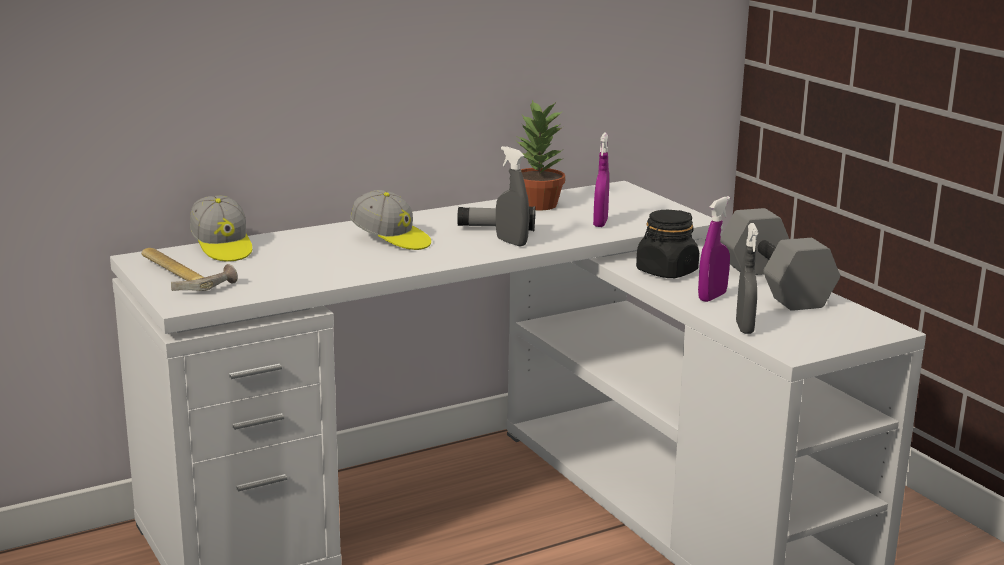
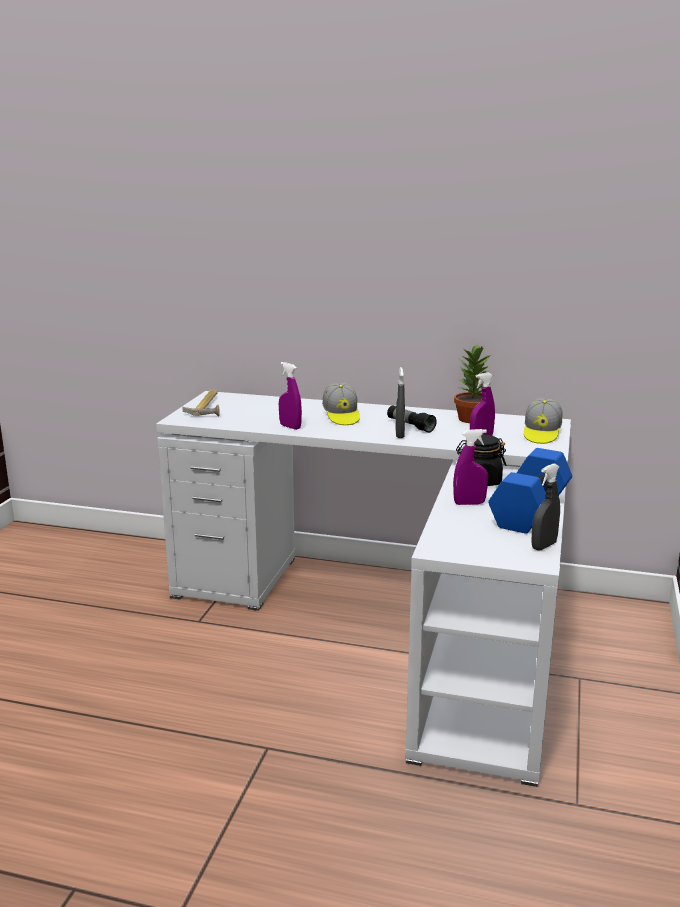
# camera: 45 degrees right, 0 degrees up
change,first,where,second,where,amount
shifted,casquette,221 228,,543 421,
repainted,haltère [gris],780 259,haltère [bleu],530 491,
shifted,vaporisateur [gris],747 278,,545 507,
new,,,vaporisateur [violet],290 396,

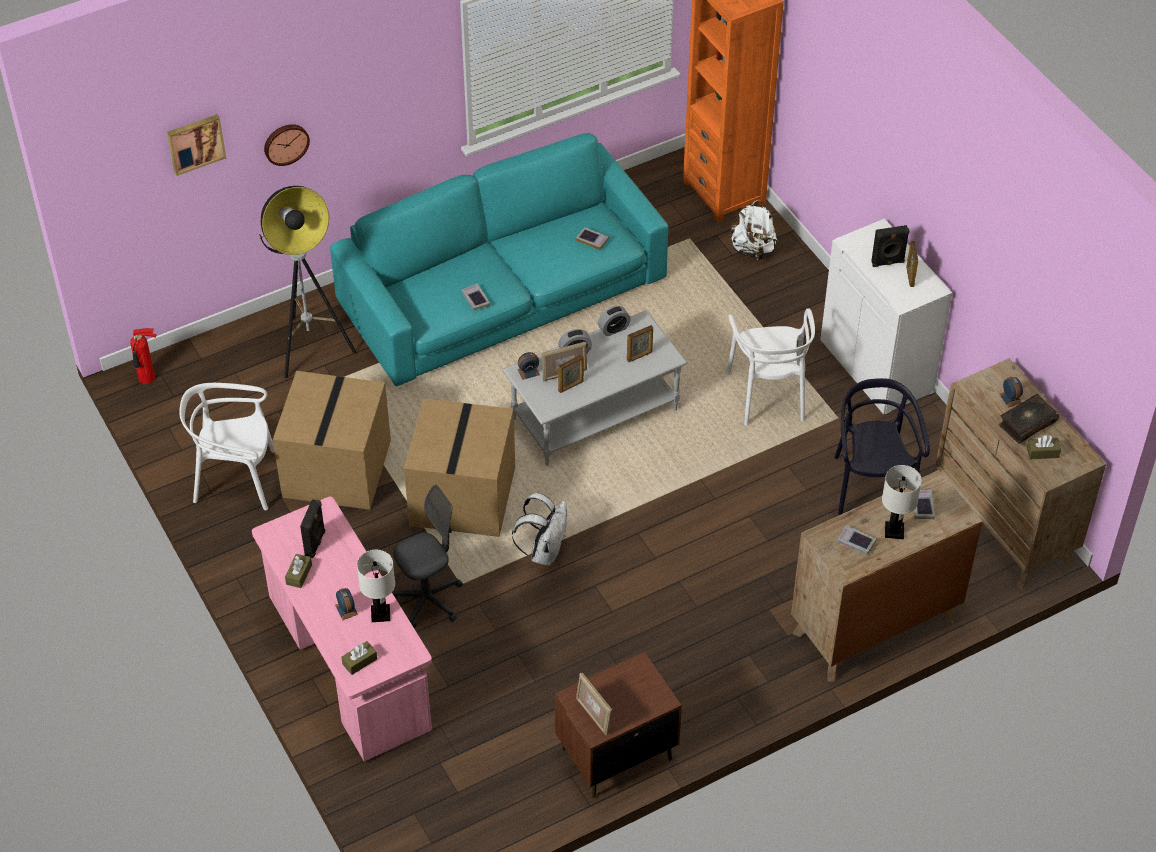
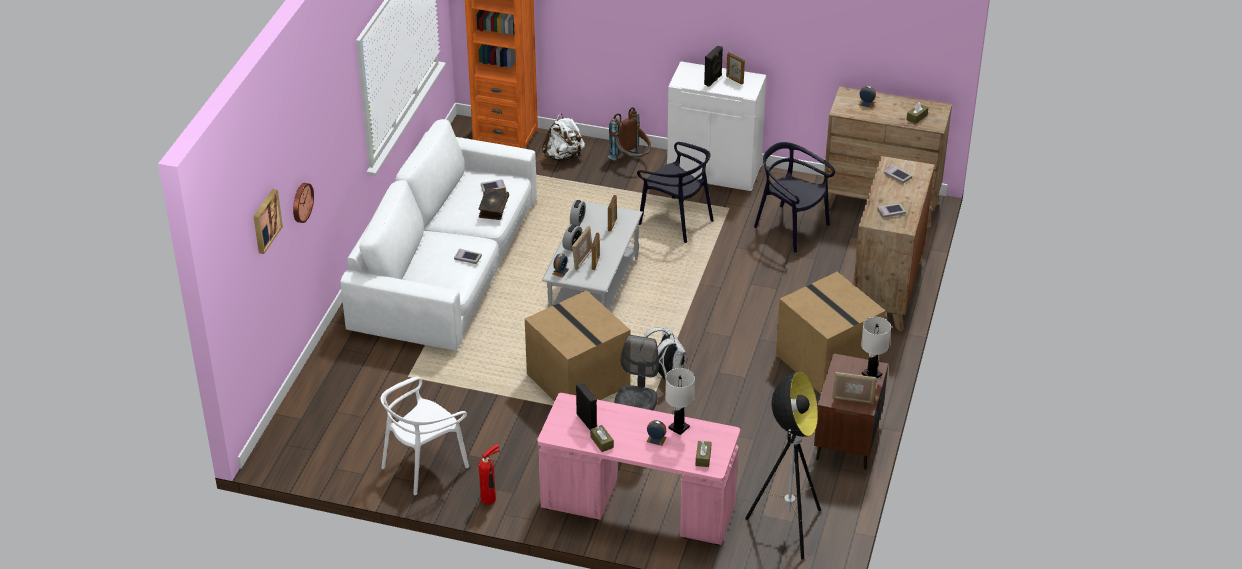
# camera: 45 degrees left, 10 degrees down
change,first,where,second,where,amount
repainted,canapé [turquoise],499 259,canapé [blanc],438 235,
shifted,lampadaire,307 282,,783 465,
repainted,chaise [blanc],770 367,chaise [noir],675 192,
shifted,extincteur,143 356,,489 474,
shifted,carton,332 440,,831 332,
shifted,livre,1028 419,,493 204,
shifted,lampe de table [blanc],902 502,,876 347,
new,,,sac à dos [marron],629 134,

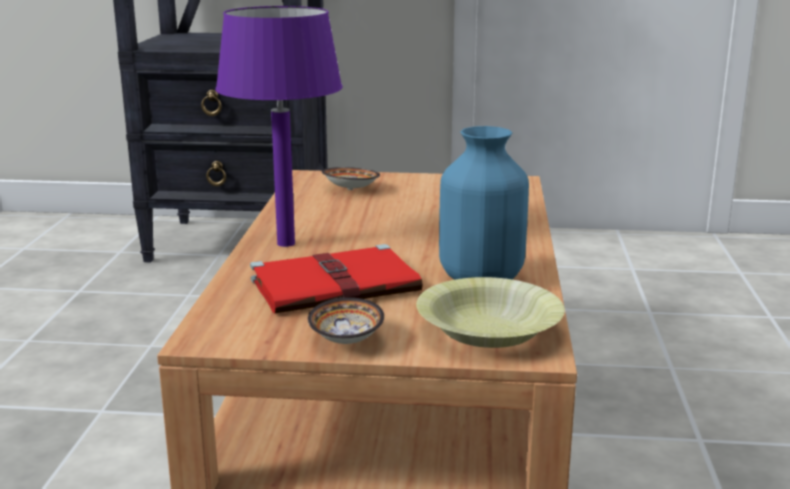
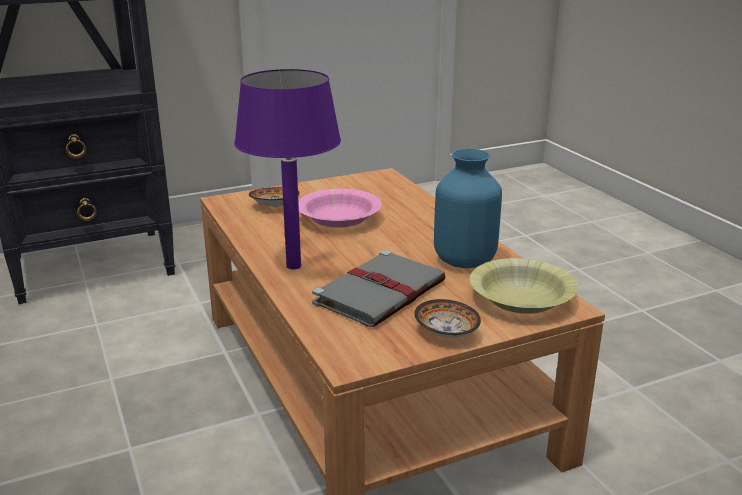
# camera: 30 degrees left, 5 degrees up
change,first,where,second,where,amount
repainted,livre [rouge],336 278,livre [gris],379 288,
new,,,bol [rose],340 208,

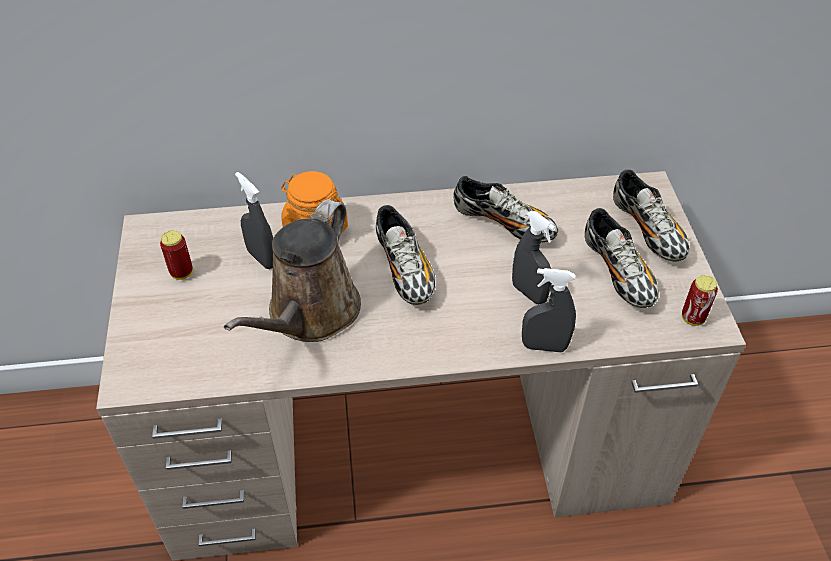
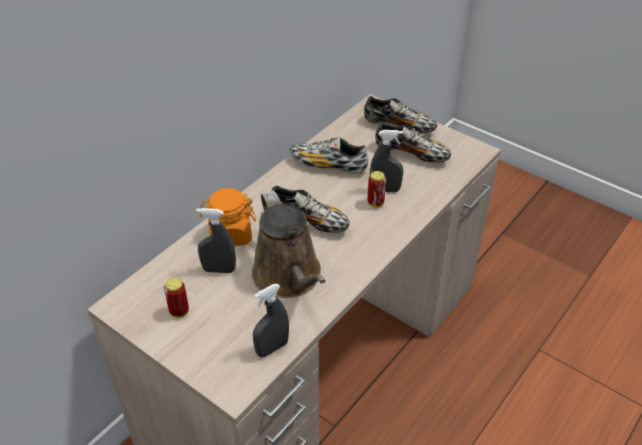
# camera: 45 degrees left, 5 degrees down
change,first,where,second,where,amount
rotated,chaussure,505 209,,329 155,150 degrees counterclockwise
shifted,vaporisateur [gris],549 310,,271 320,
shifted,boîte métallique,700 300,,377 189,

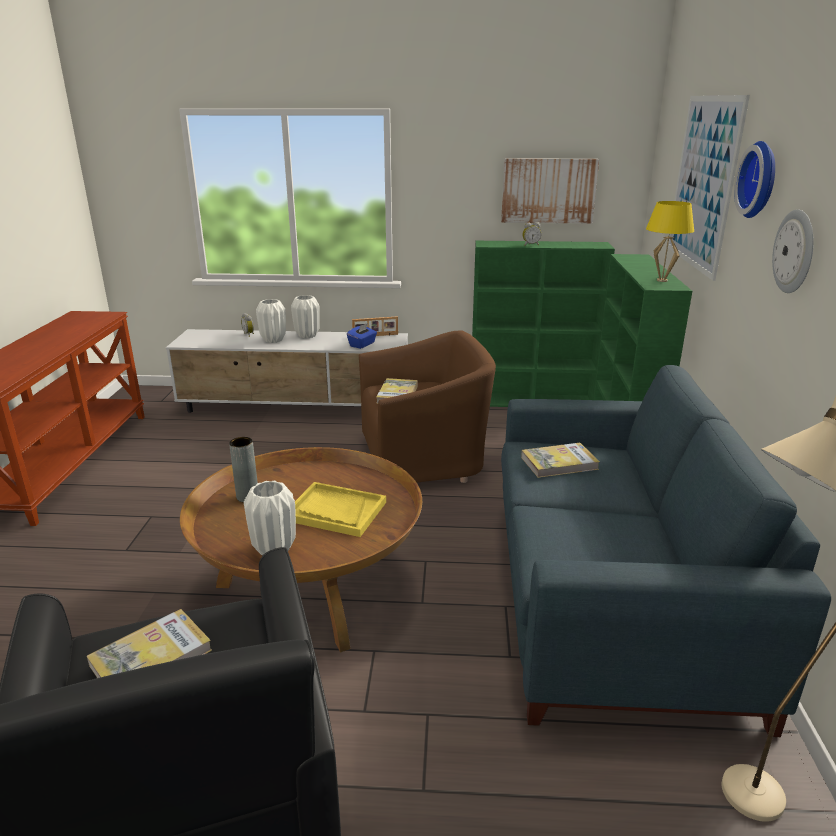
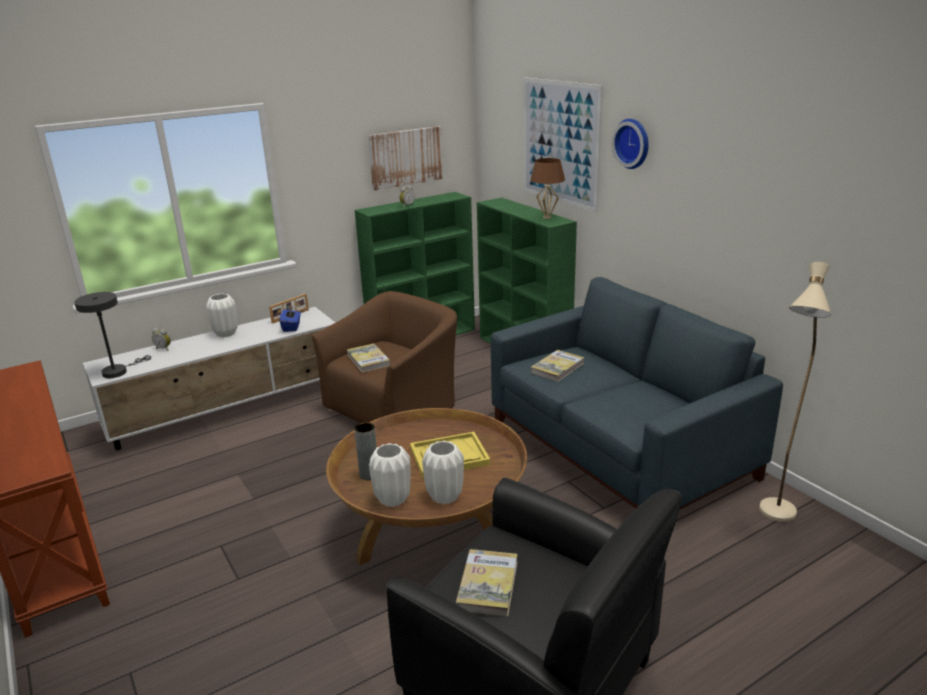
# camera: 35 degrees left, 0 degrees up
change,first,where,second,where,amount
repainted,lampe de table [jaune],670 241,lampe de table [marron],547 188,
gone,horloge murale,793 251,,,
shifted,vase [blanc],271 321,,389 475,
new,,,lampe de table [gris],112 335,

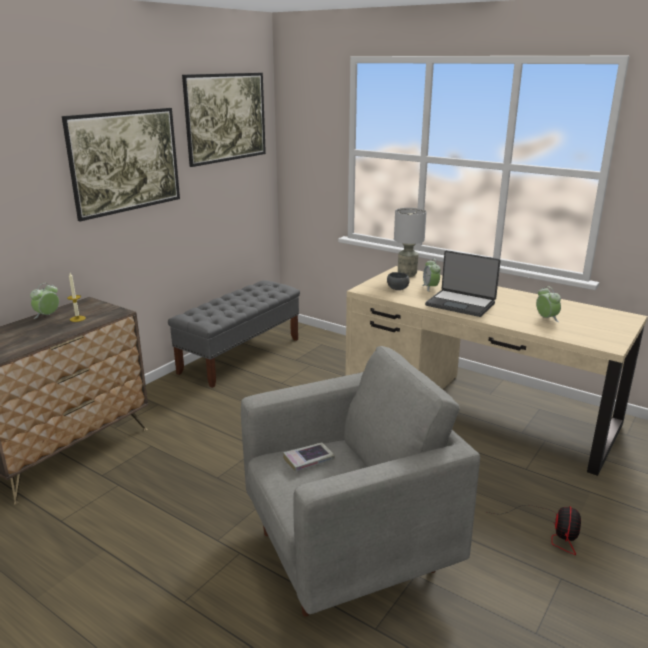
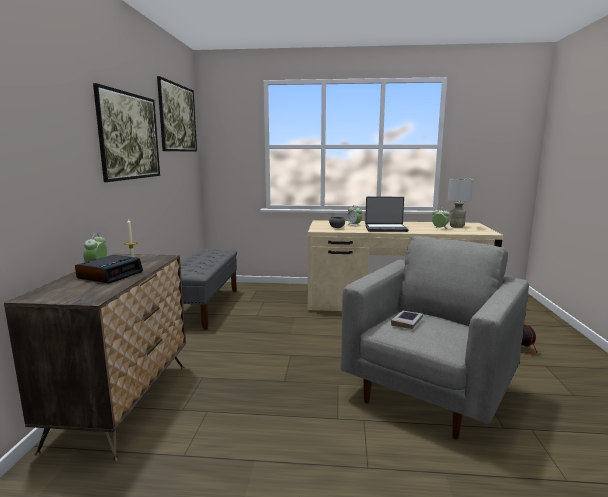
# camera: 30 degrees left, 10 degrees down
change,first,where,second,where,amount
shifted,lampe de table [gris],410 242,,460 203,
new,,,réveil,109 269,

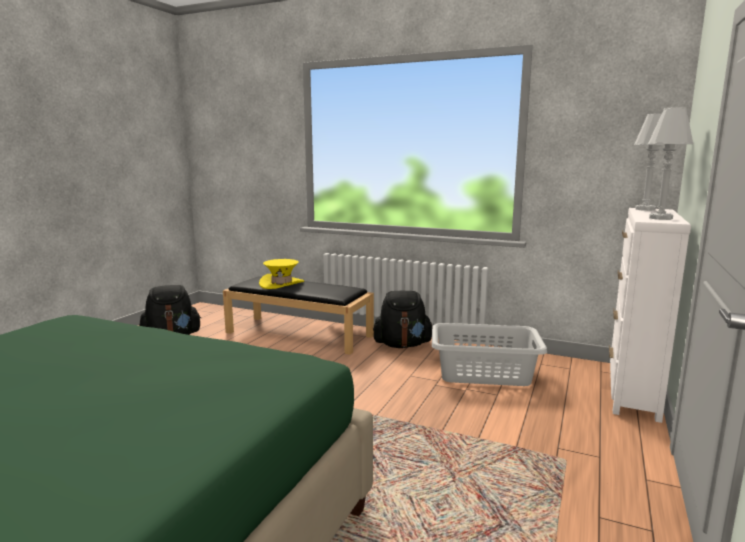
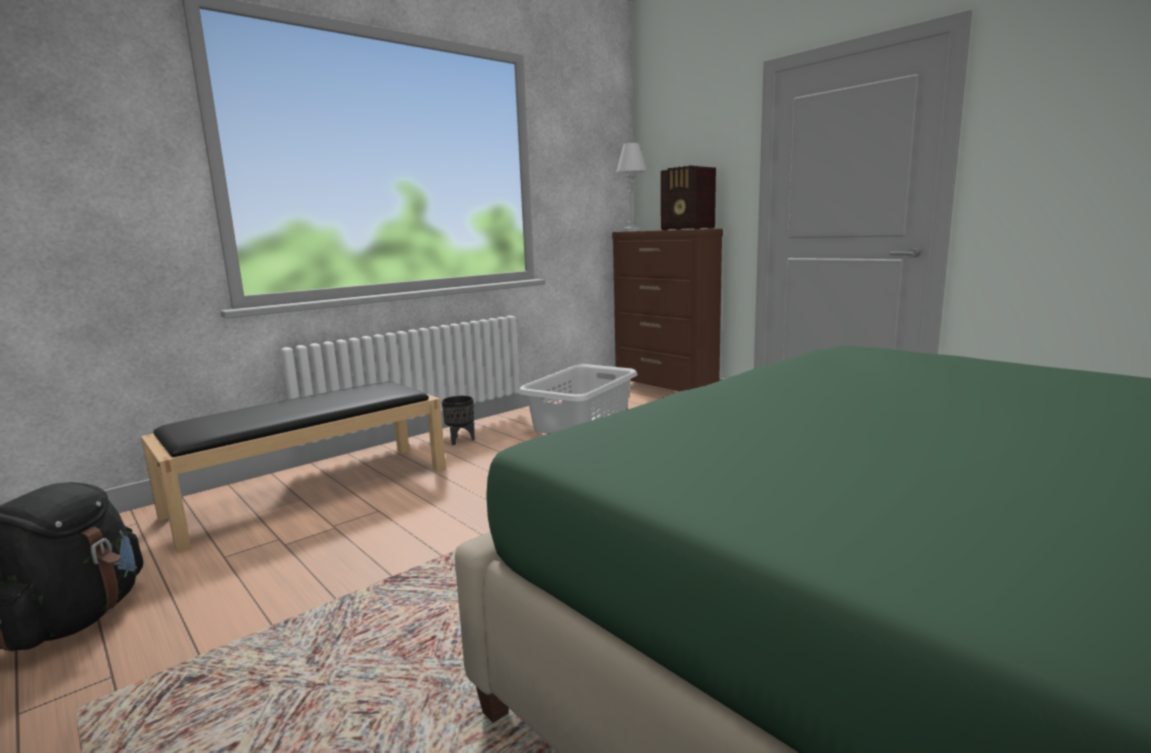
# camera: 65 degrees left, 0 degrees up
change,first,where,second,where,amount
swapped,lampe de table [blanc],671 163,radio,688 198,
repainted,commode [blanc],650 315,commode [marron],667 310,
gone,chapeau [jaune],281 274,,,
swapped,sac à dos [noir],403 319,cache-pot [noir],458 420,

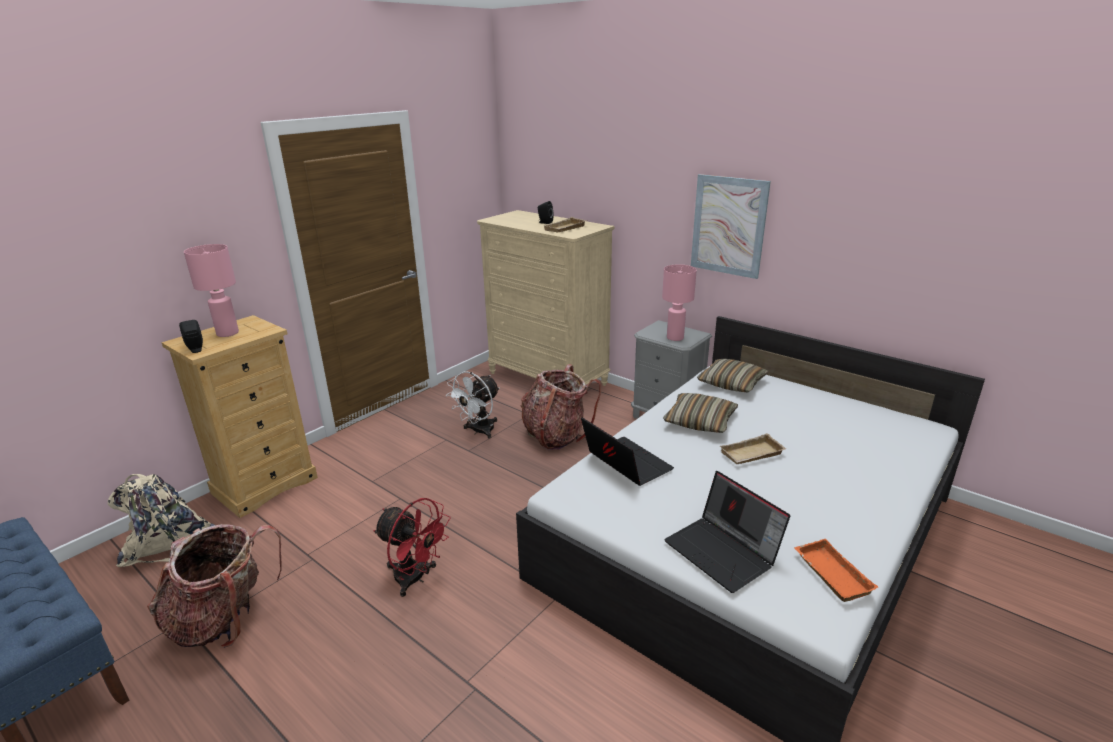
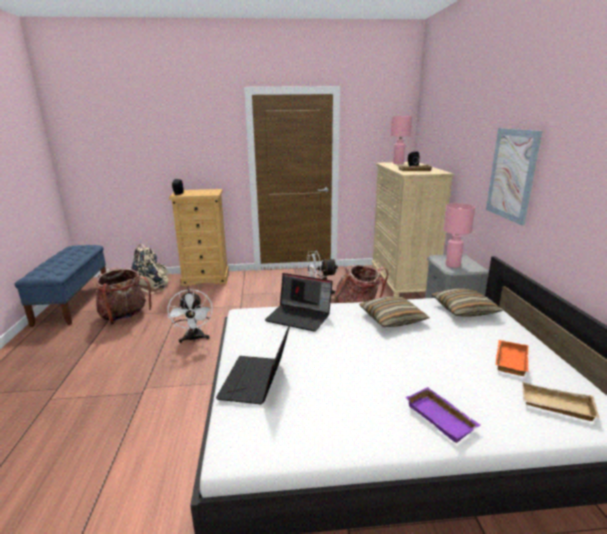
# camera: 45 degrees right, 5 degrees down
change,first,where,second,where,amount
shifted,lampe de table [rose],211 290,,401 140,
rotated,ordinateur portable,627 451,,299 302,105 degrees clockwise
shifted,plateau [beige],753 448,,561 401,
repainted,ventilateur [rouge],412 547,ventilateur [blanc],190 316,
shifted,plateau [orange],836 570,,511 358,
new,,,plateau [violet],443 415,

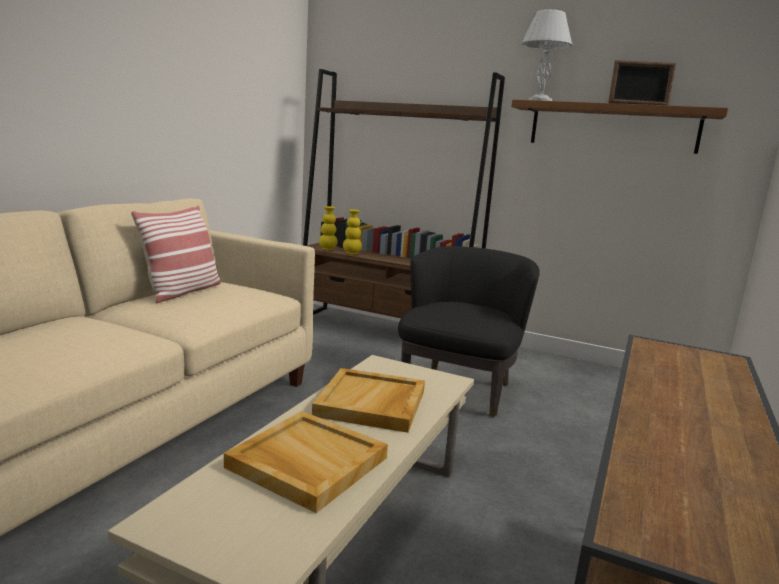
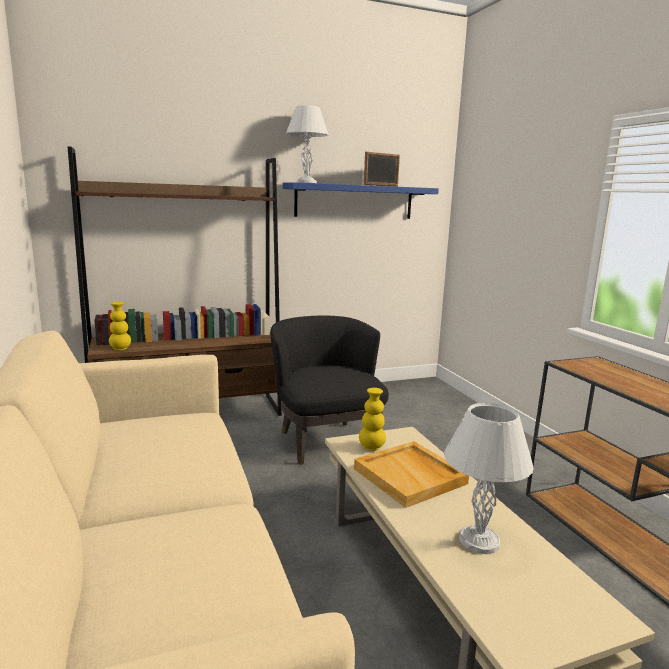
# camera: 45 degrees left, 0 degrees up
change,first,where,second,where,amount
repainted,étagère [marron],619 126,étagère [bleu],361 200,
gone,coussin,176 254,,,
shifted,vase [jaune],352 232,,372 419,
swapped,plateau [beige],306 462,lampe de table [blanc],489 478,

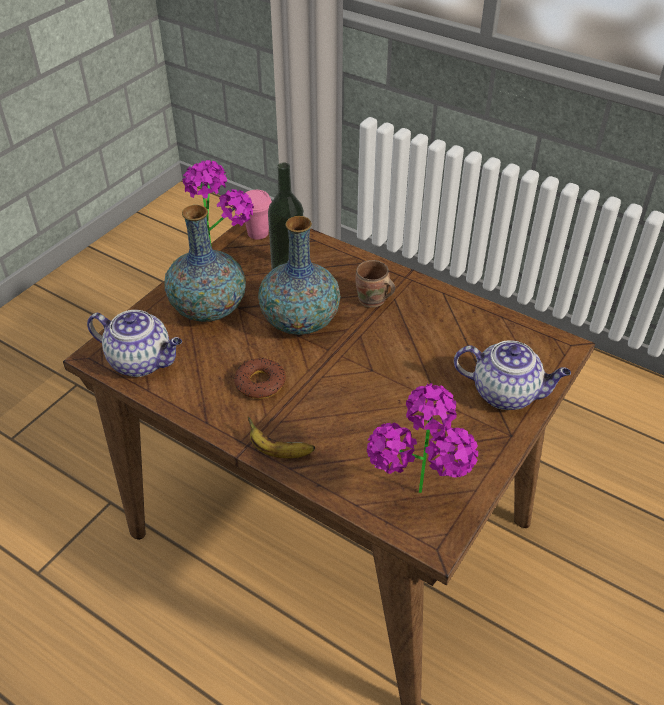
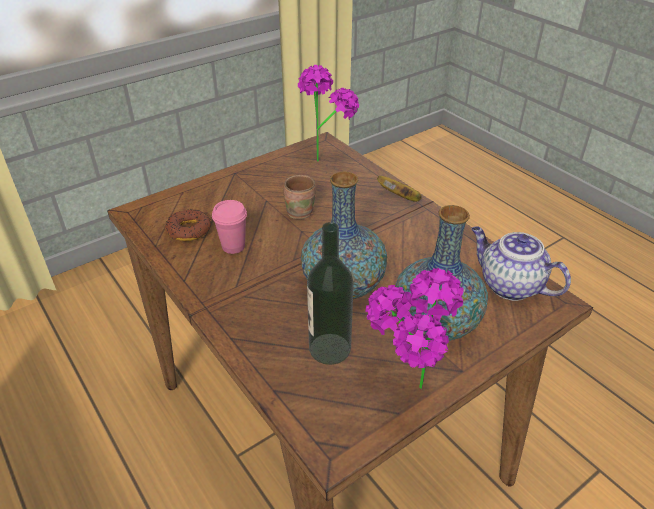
# camera: 160 degrees left, 5 degrees down
change,first,where,second,where,amount
shifted,tasse [rose],258 215,,229 227,
shifted,mug [marron],375 284,,299 197,
gone,théière,512 375,,,
shifted,beignet,260 378,,188 225,

